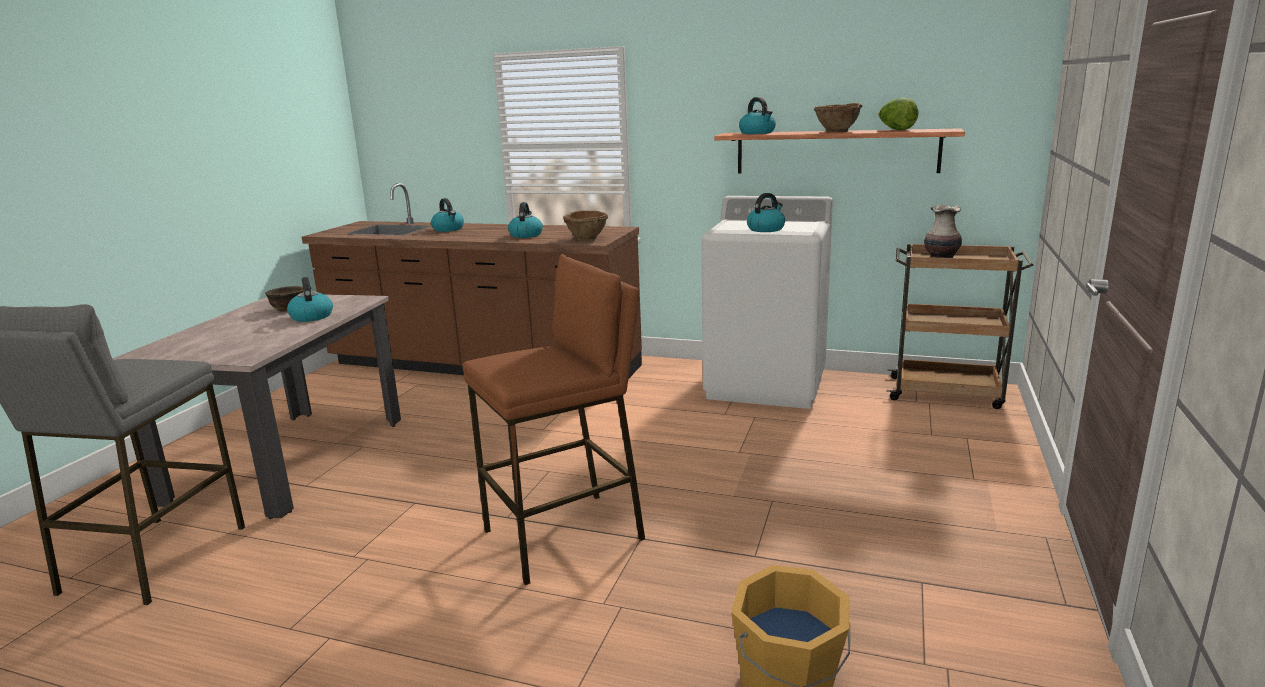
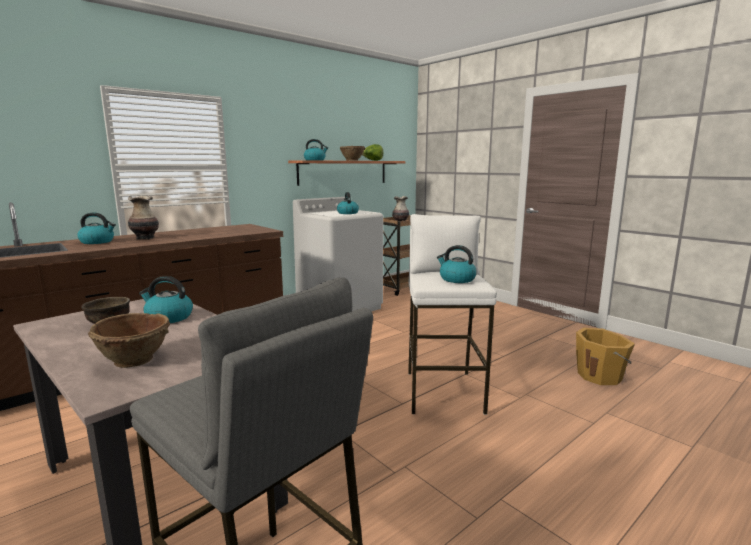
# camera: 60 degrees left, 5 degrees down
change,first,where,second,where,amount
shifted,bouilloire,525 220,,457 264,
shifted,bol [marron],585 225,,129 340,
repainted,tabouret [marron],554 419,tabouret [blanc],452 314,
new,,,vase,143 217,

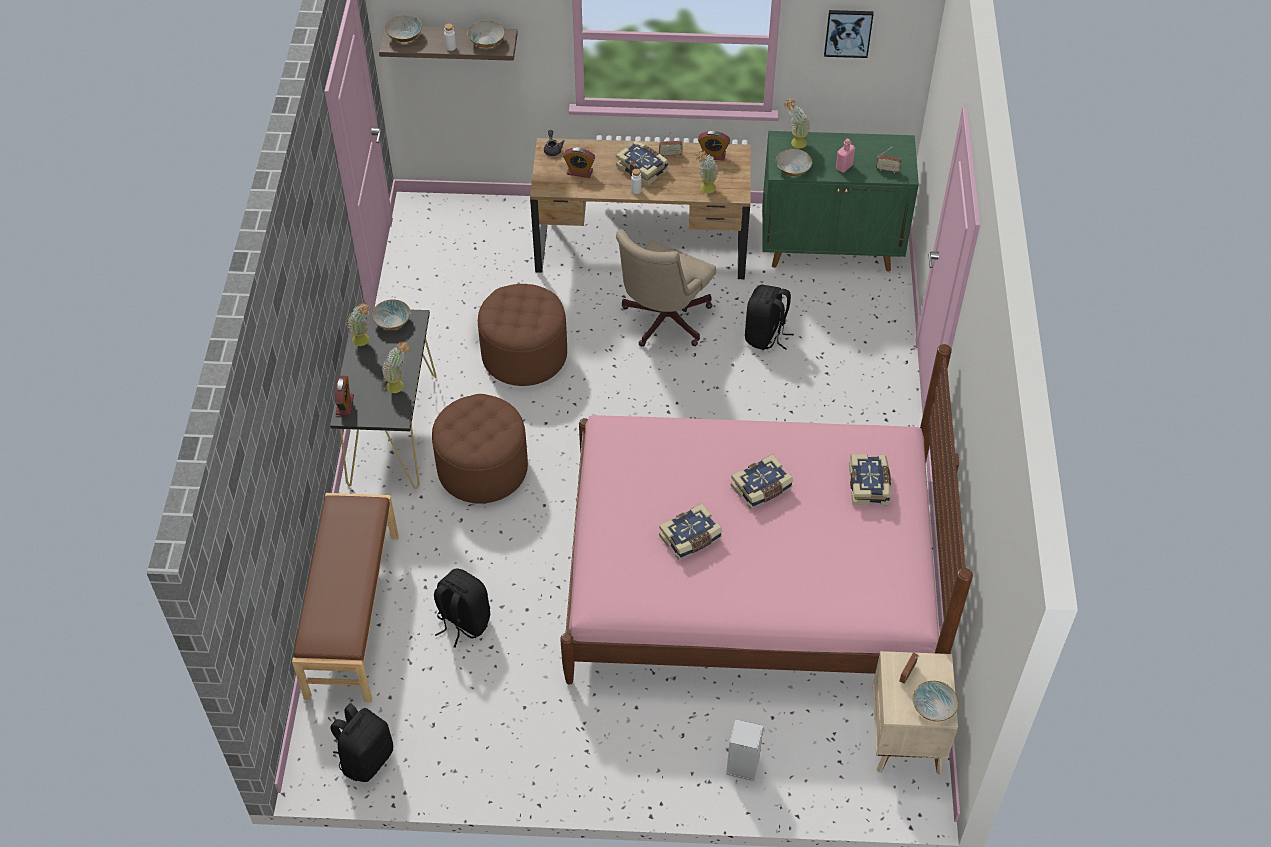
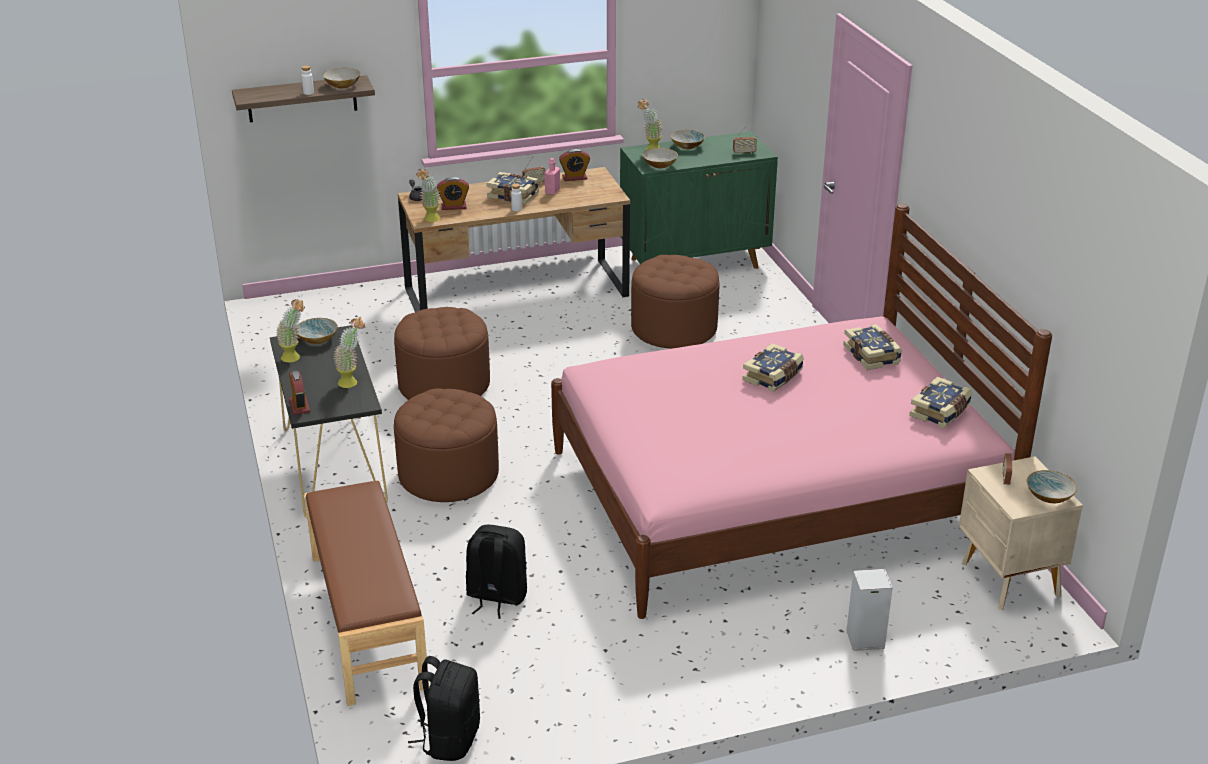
# camera: 20 degrees left, 20 degrees down
change,first,where,second,where,amount
gone,tableau,849 34,,,
shifted,bol,403 28,,687 139,
shifted,bouteille [rose],845 155,,552 176,
shifted,plante en pot,706 171,,428 195,
gone,chaise de bureau [beige],666 288,,,
swapped,sac à dos [noir],769 317,pouf [marron],675 302,
shifted,livre,690 531,,940 402,

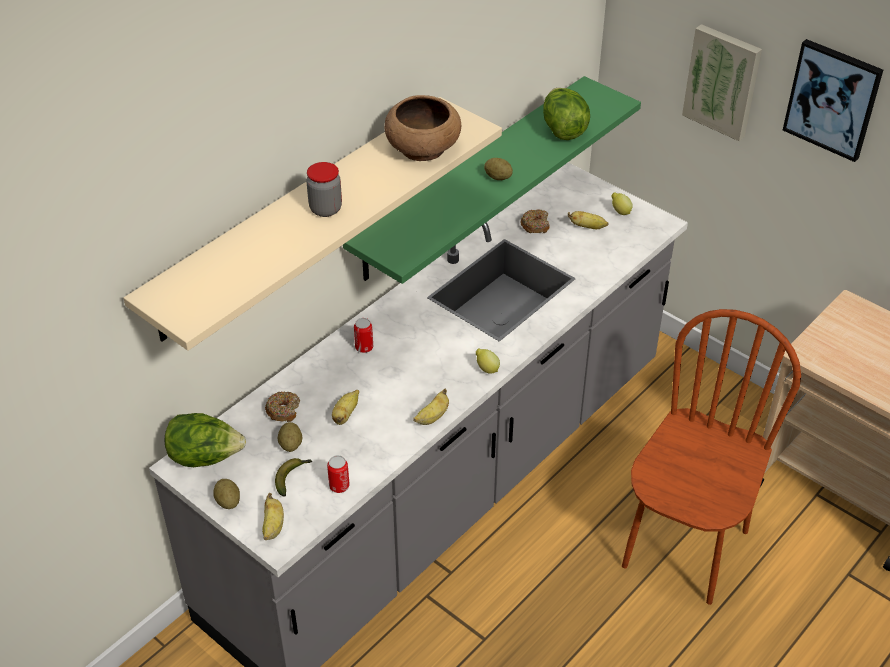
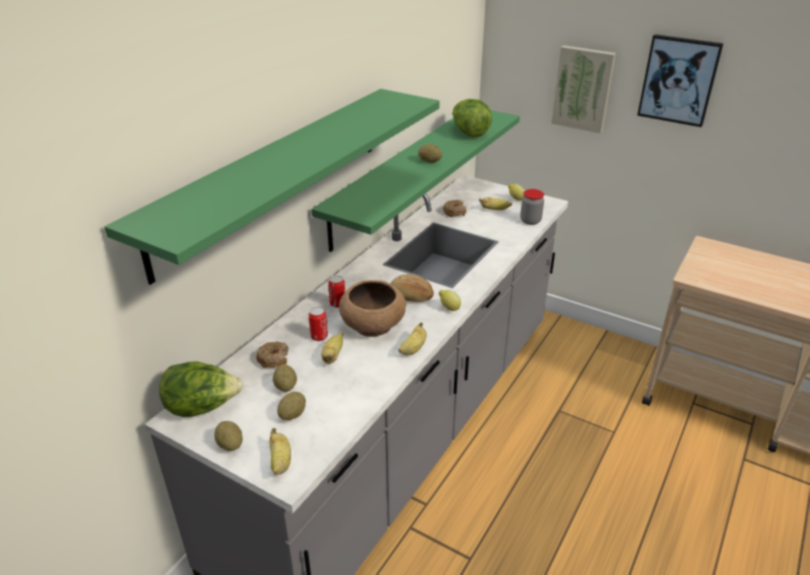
# camera: 10 degrees left, 10 degrees down
change,first,where,second,where,amount
shifted,bol [marron],422 128,,372 308,
repainted,étagère [beige],312 224,étagère [vert],272 187,
shifted,bocal,324 189,,532 207,
gone,chaise [marron],711 457,,,
shifted,boîte métallique,338 474,,318 324,
swapped,banane,293 477,pomme de terre,291 406,
new,,,pain,412 288,

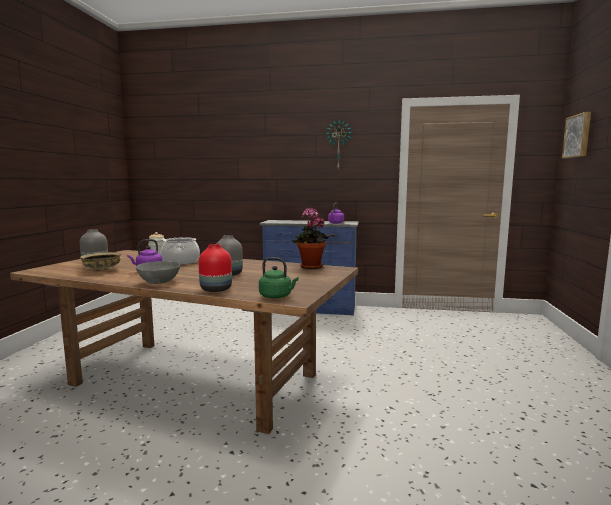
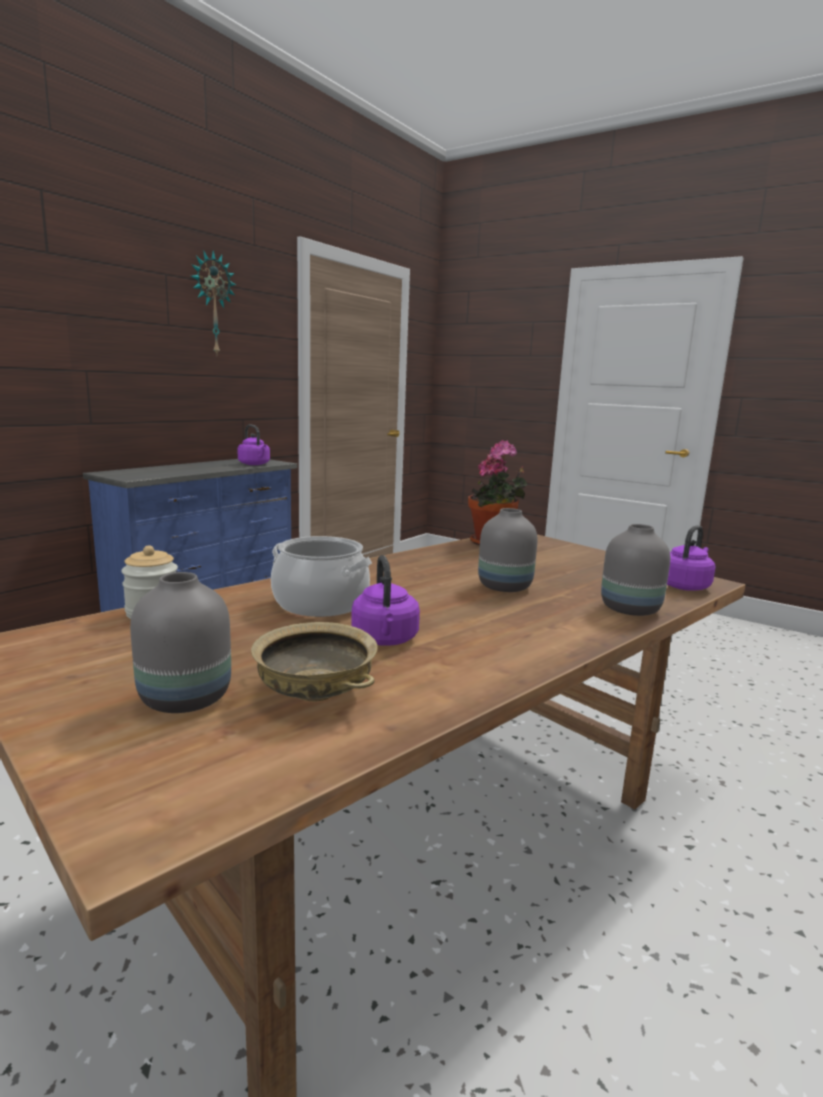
# camera: 65 degrees left, 5 degrees up
change,first,where,second,where,amount
gone,tableau,576 135,,,
repainted,vase [rouge],215 268,vase [gris],636 570,
repainted,bouilloire [vert],279 278,bouilloire [violet],691 558,
gone,bol [gris],158 272,,,

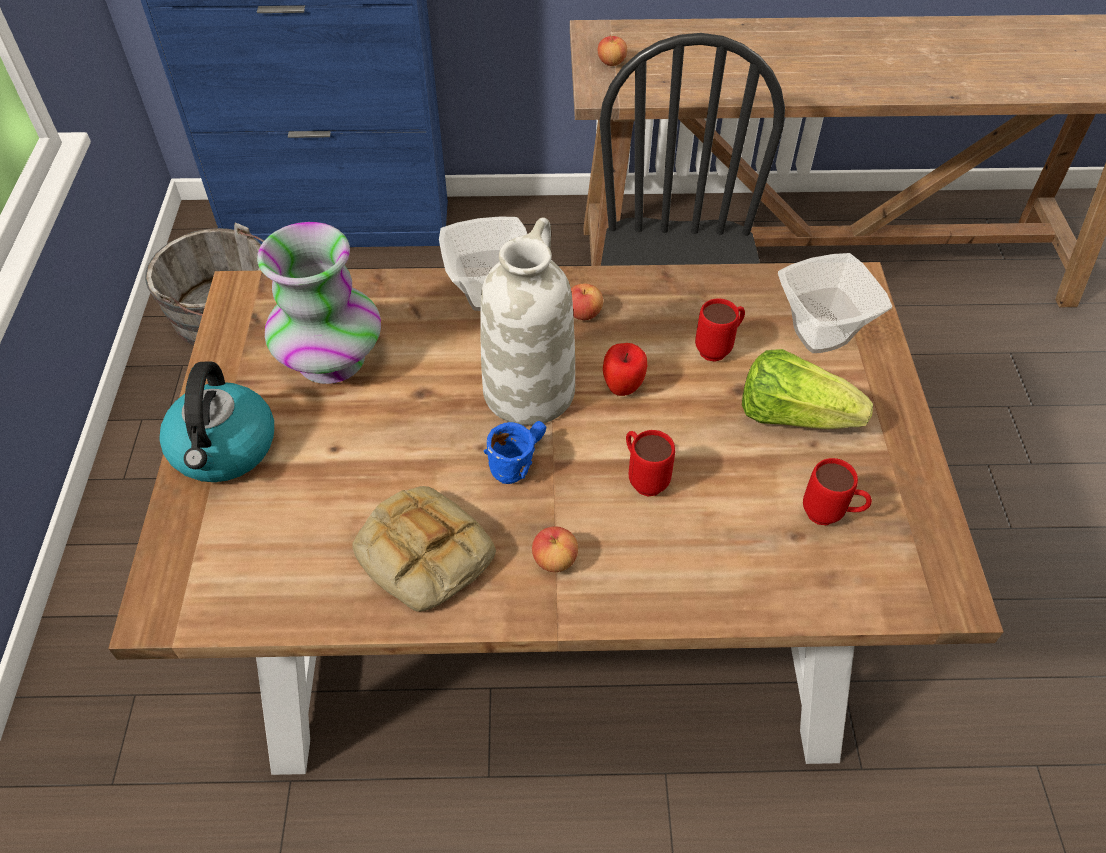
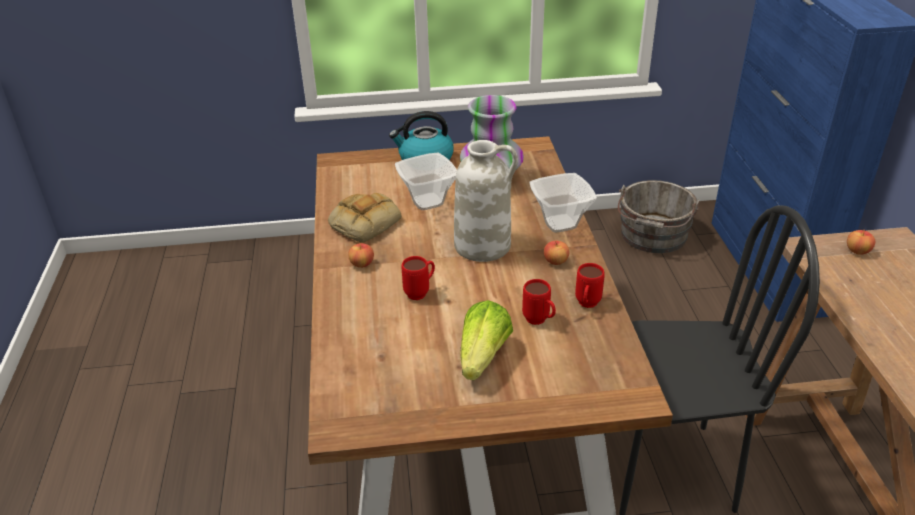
# camera: 85 degrees right, 15 degrees down
change,first,where,second,where,amount
shifted,bol,835 303,,426 181,
gone,pomme,625 369,,,
gone,mug [bleu],515 452,,,
shifted,mug [rouge],837 491,,590 285,

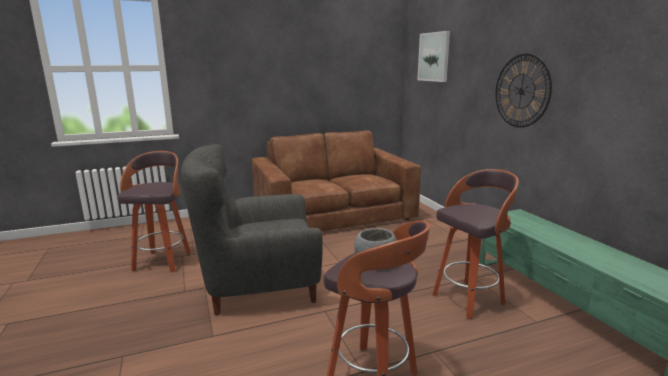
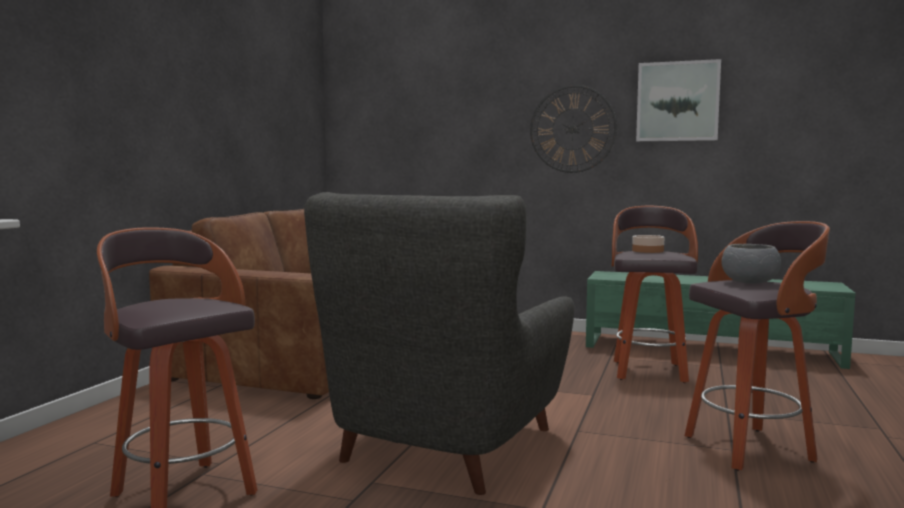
# camera: 50 degrees left, 10 degrees down
change,first,where,second,where,amount
shifted,tableau,433 56,,678 100,
new,,,bol,648 244,

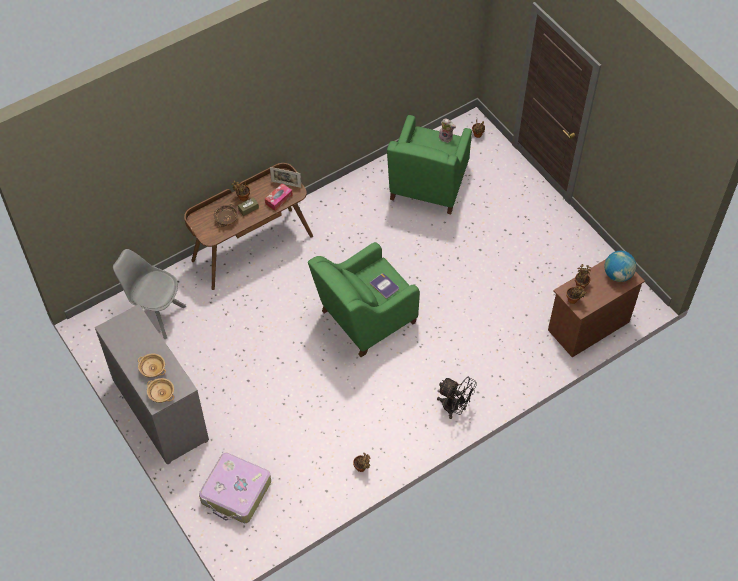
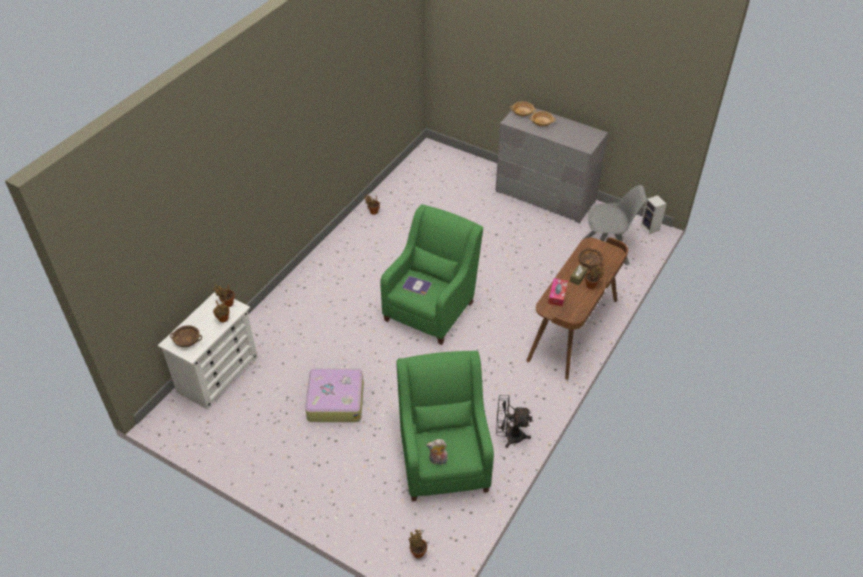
# camera: 155 degrees right, 10 degrees down
change,first,where,second,where,amount
gone,cadre photo,285 177,,,
swapped,globe,620 266,bol [marron],186 336,
repainted,commode [marron],596 308,commode [blanc],208 351,
shifted,ventilateur [noir],457 397,,514 421,
shifted,valise,235 487,,334 395,
new,,,enceinte,653 214,

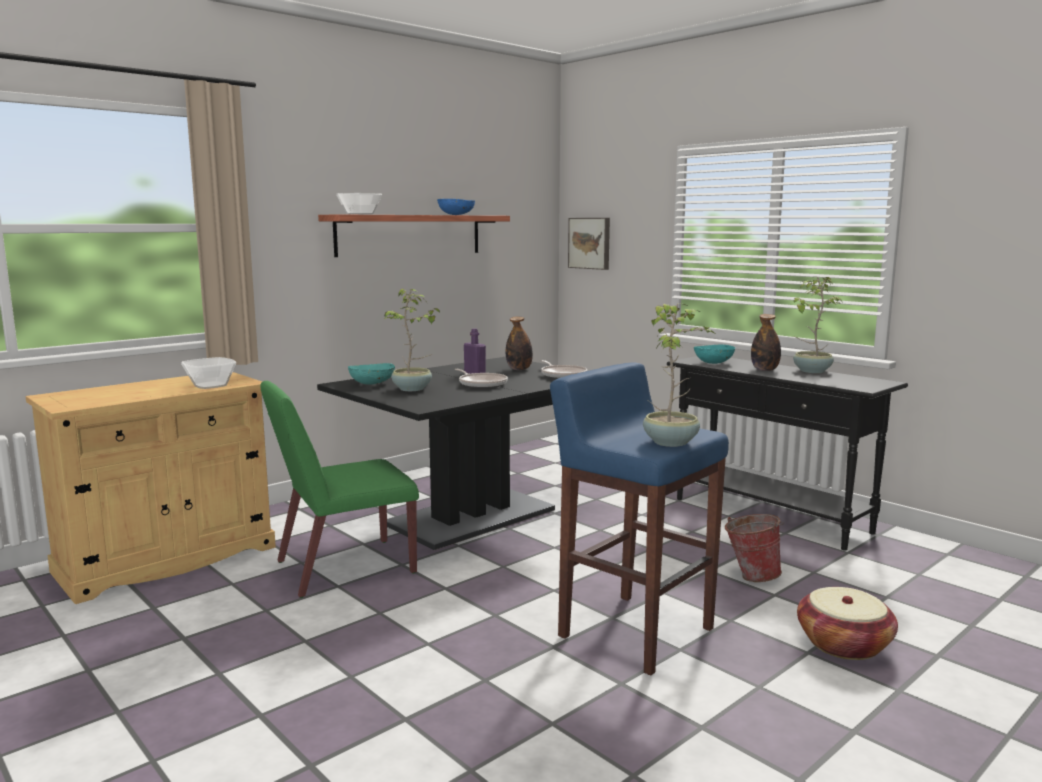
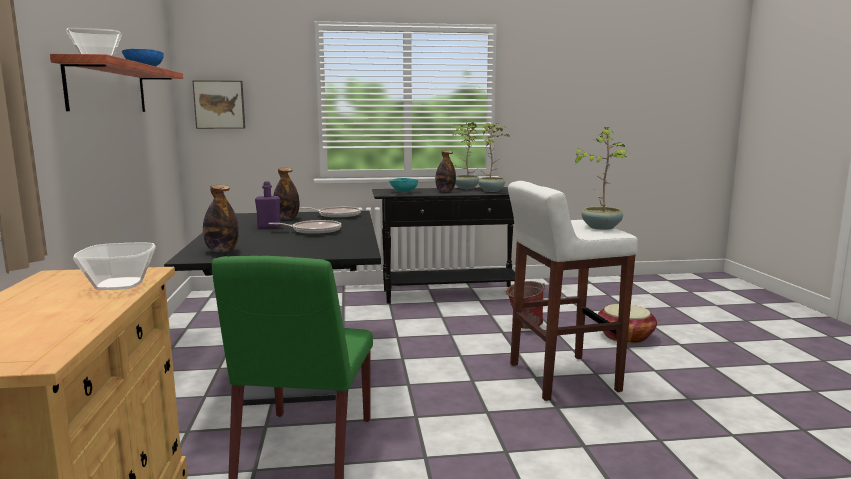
# camera: 55 degrees left, 0 degrees up
change,first,where,second,where,amount
shifted,plante en pot,411 340,,494 157,
repainted,tabouret [bleu],639 518,tabouret [blanc],573 291,
swapped,bol [turquoise],371 374,bouteille,221 218,

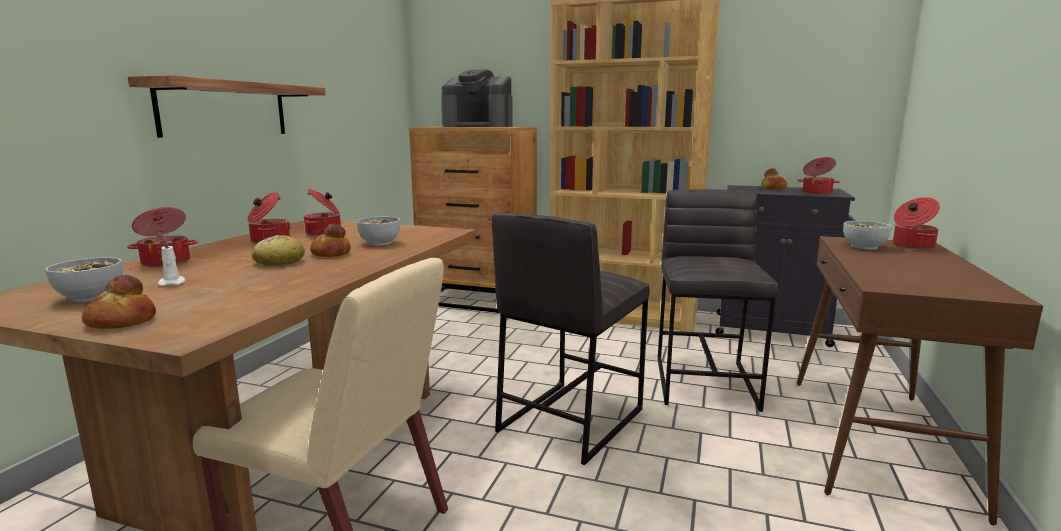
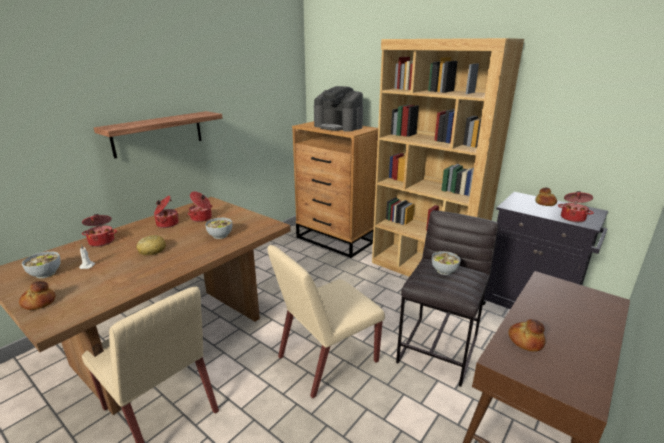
# camera: 20 degrees right, 10 degrees up
change,first,where,second,where,amount
gone,marmite,916 223,,,
swapped,tabouret [gris],570 339,chaise [beige],326 322,
shifted,bol,867 235,,446 263,
shifted,pain,330 240,,527 335,

